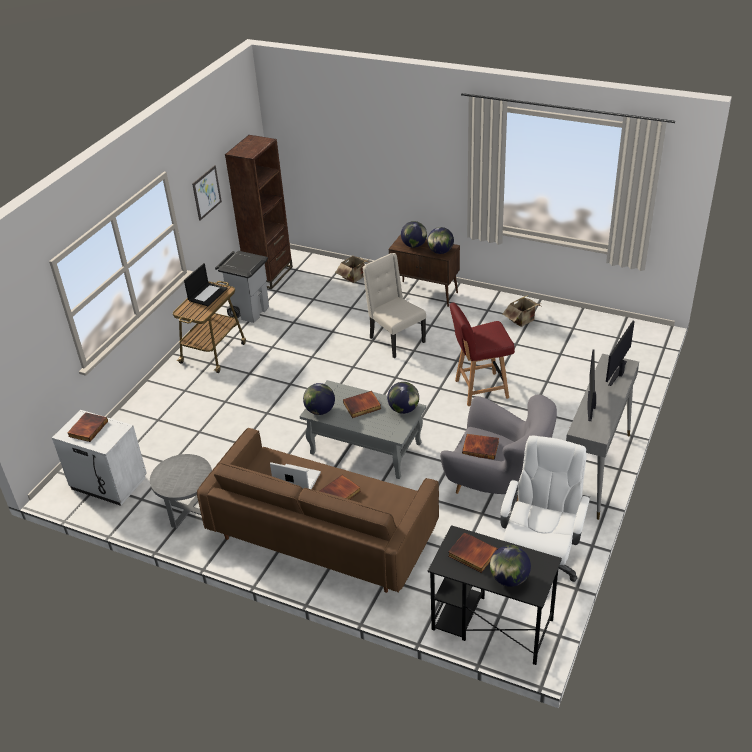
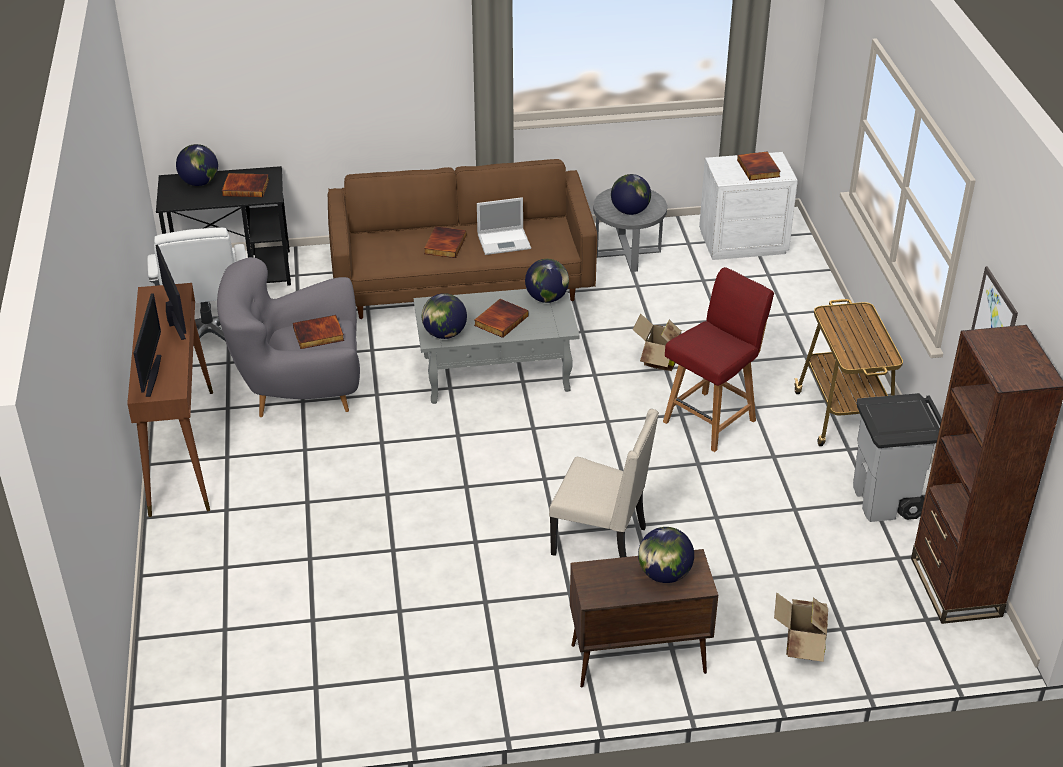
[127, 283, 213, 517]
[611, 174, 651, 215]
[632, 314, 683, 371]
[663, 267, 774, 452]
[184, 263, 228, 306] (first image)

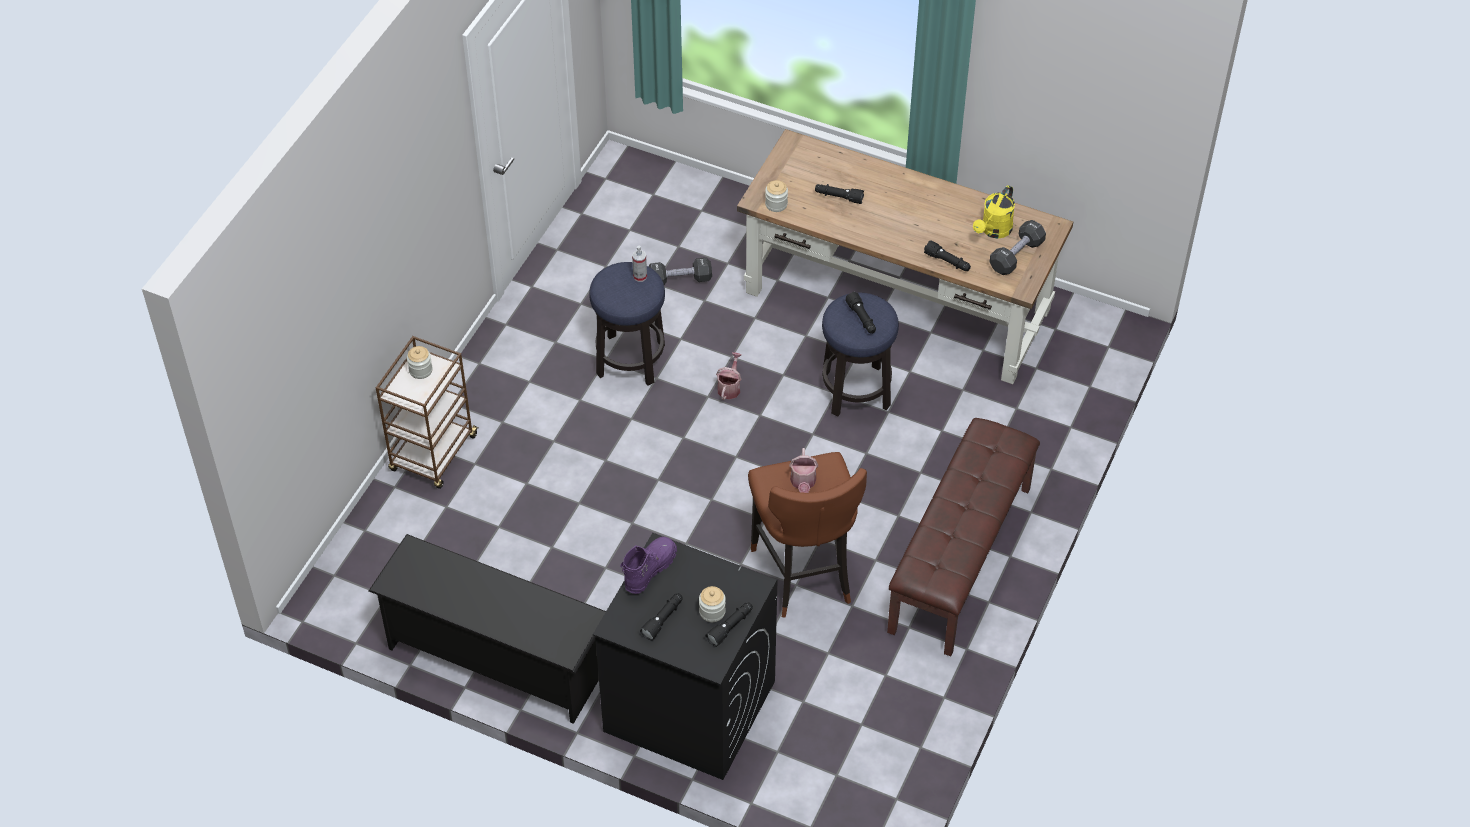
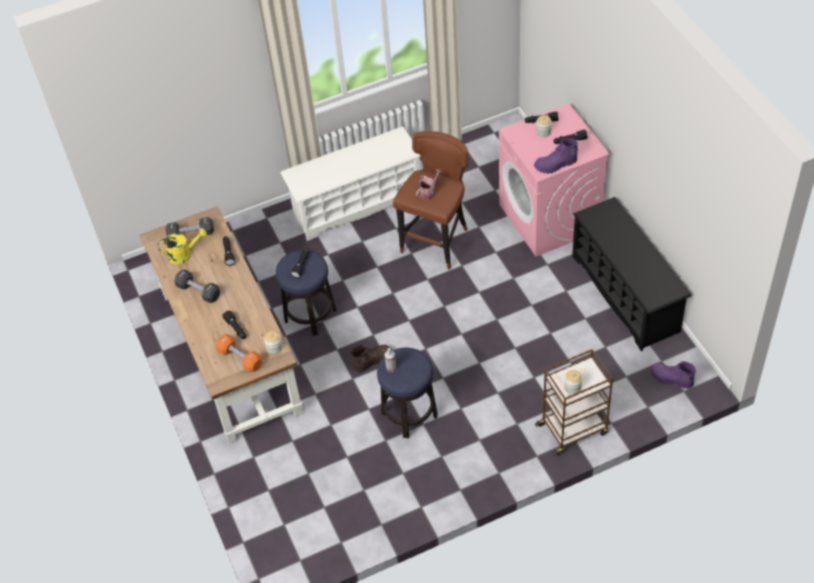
[175, 270, 220, 303]
[216, 334, 262, 372]
[280, 127, 421, 241]
[350, 344, 392, 373]
[499, 103, 610, 257]
[650, 361, 696, 389]

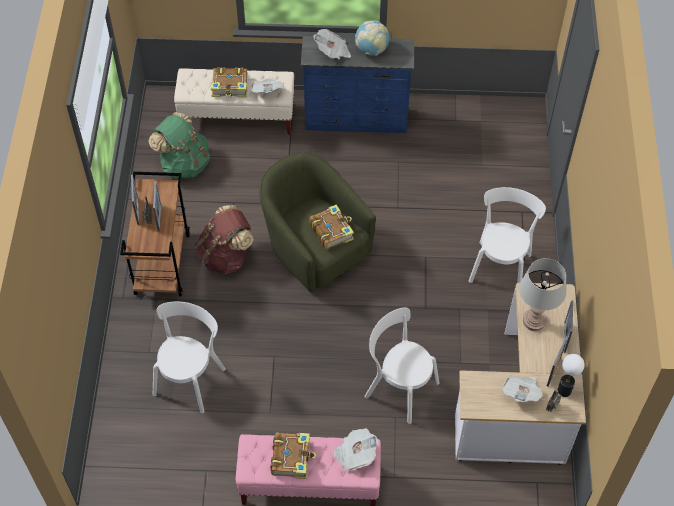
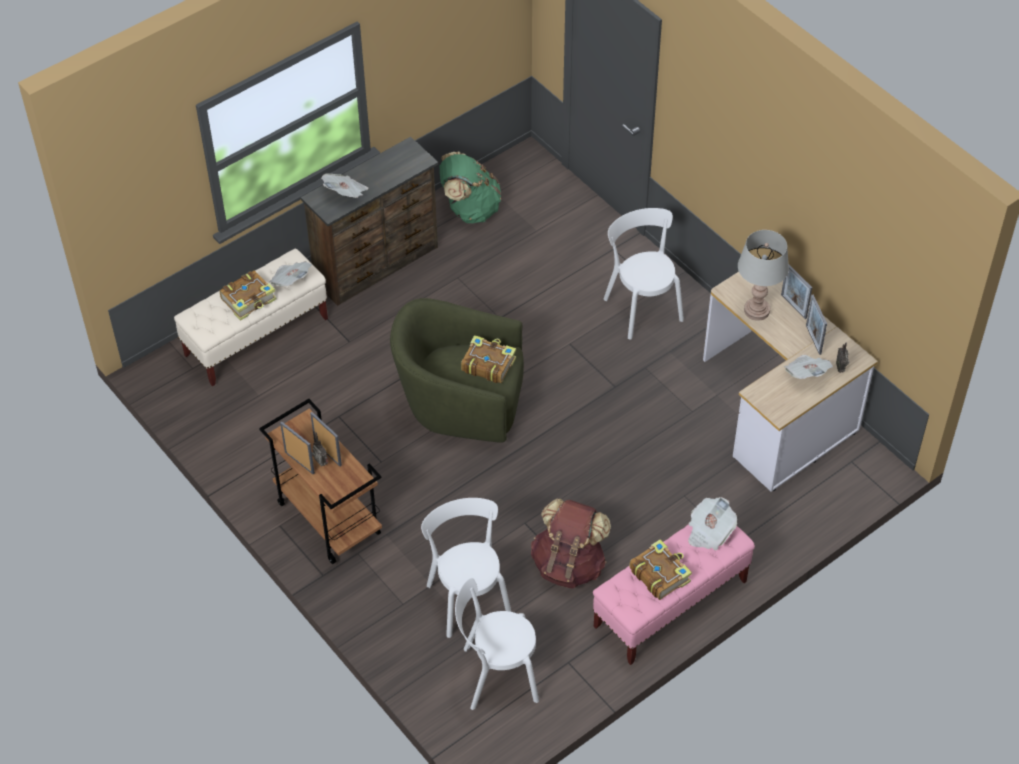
[301, 137, 438, 306]
[440, 152, 501, 223]
[455, 578, 539, 710]
[531, 499, 611, 588]
[355, 21, 389, 56] (first image)
[557, 354, 585, 397] (first image)

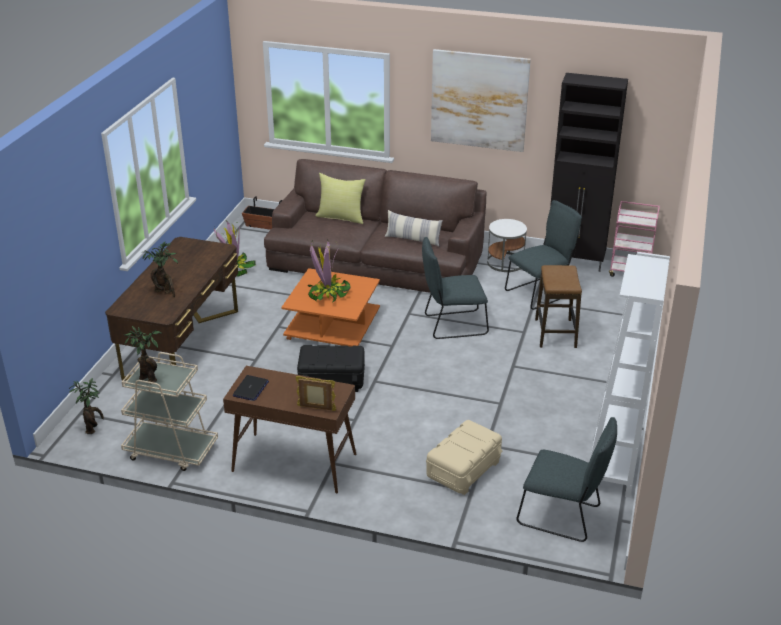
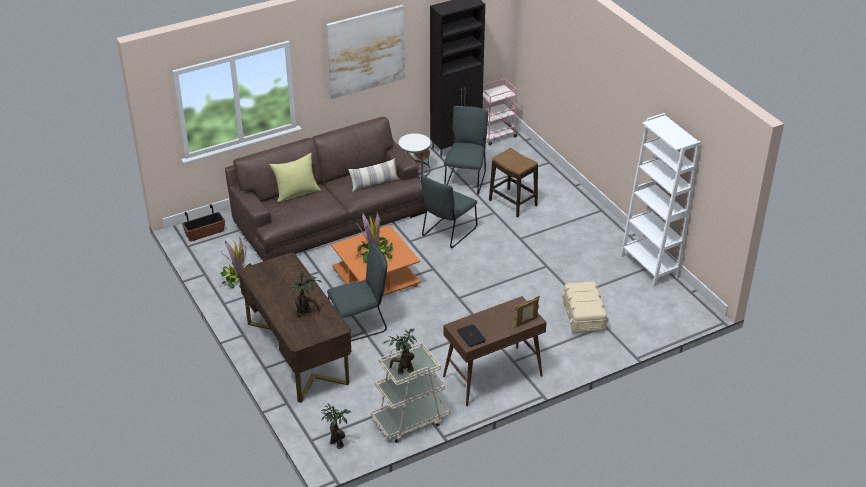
[327, 243, 387, 341]
[297, 345, 365, 392] (first image)

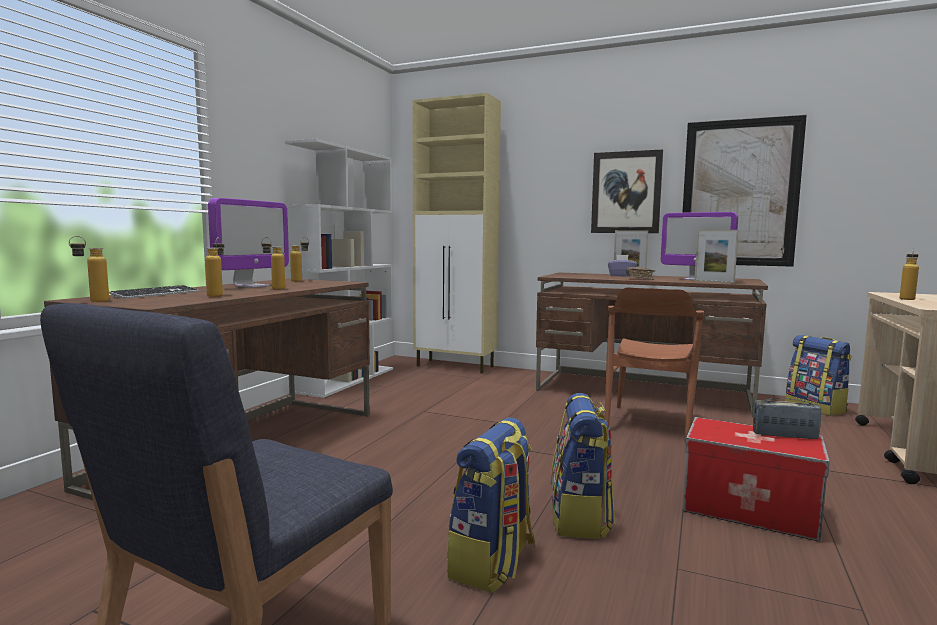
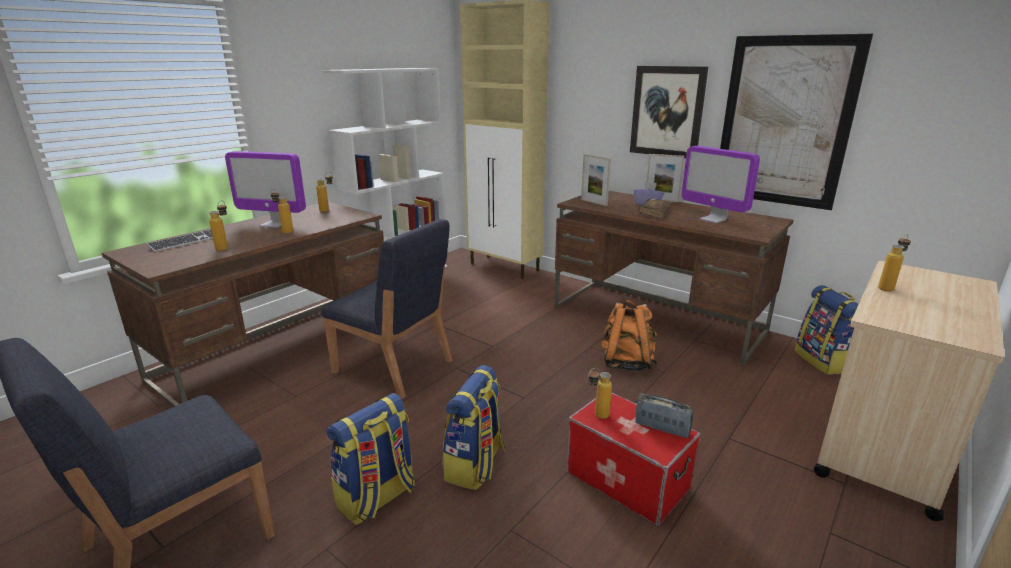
[225, 151, 306, 228]
[322, 219, 452, 399]
[581, 154, 611, 206]
[588, 368, 612, 419]
[601, 300, 657, 371]

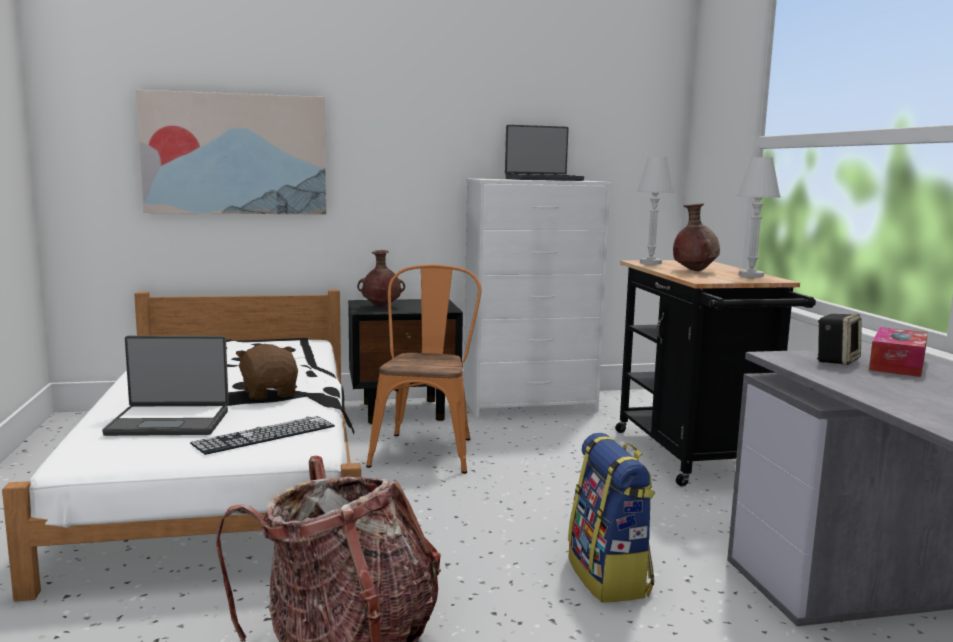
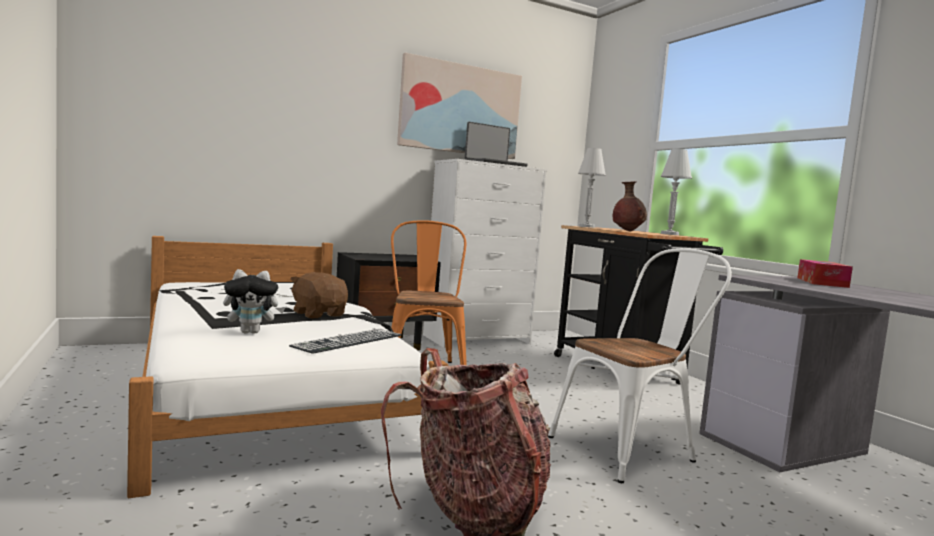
[223, 269, 285, 334]
[397, 53, 522, 159]
[548, 248, 732, 483]
[357, 250, 405, 307] (first image)
[817, 314, 862, 365] (first image)

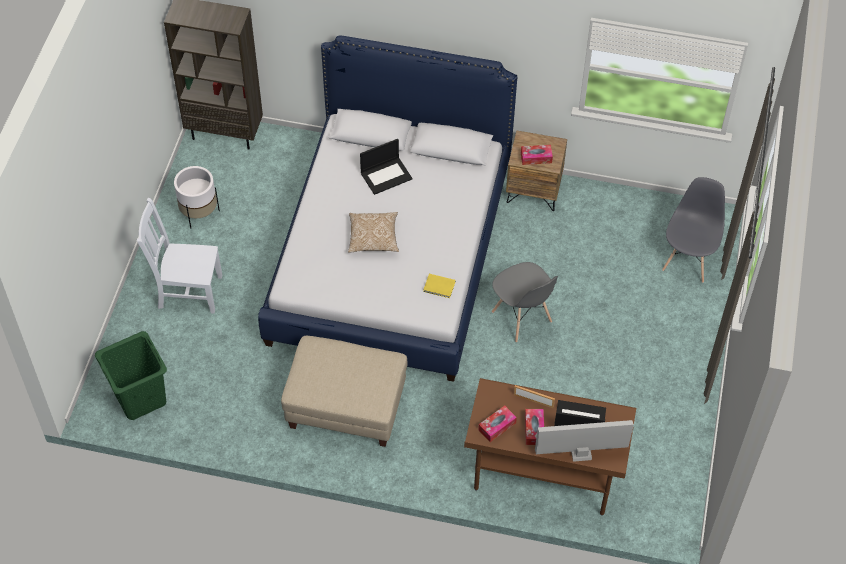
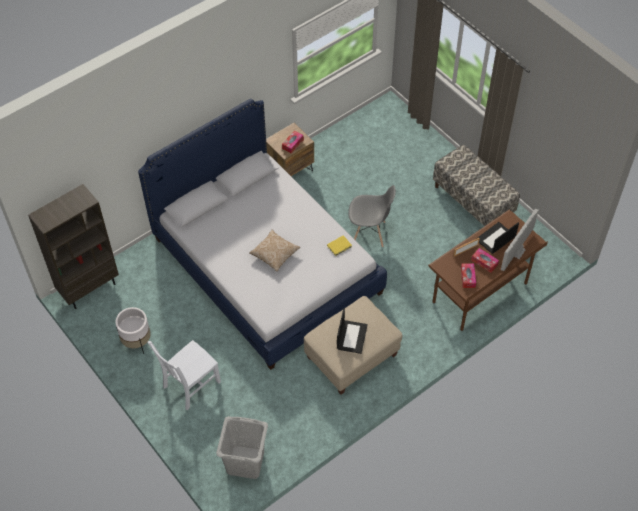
[216, 416, 268, 479]
[337, 308, 368, 354]
[433, 145, 520, 226]
[662, 177, 725, 283] (first image)

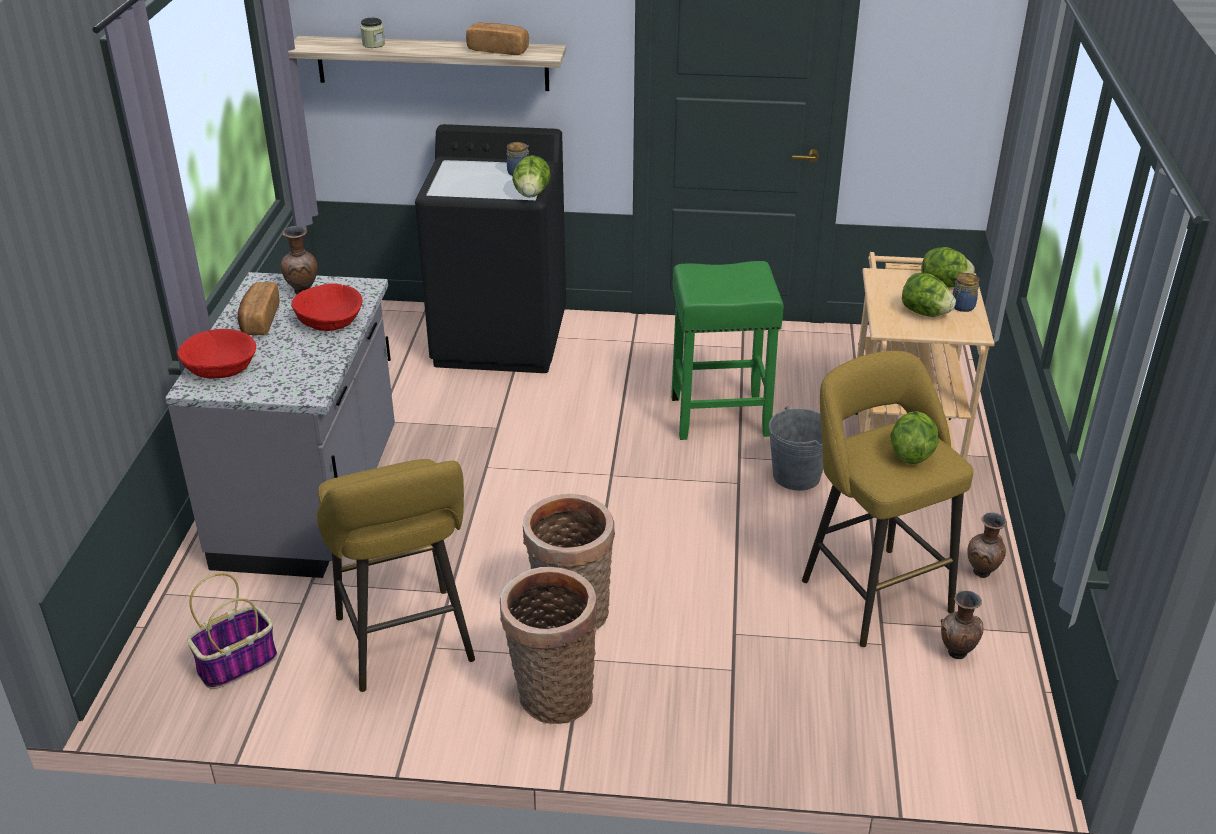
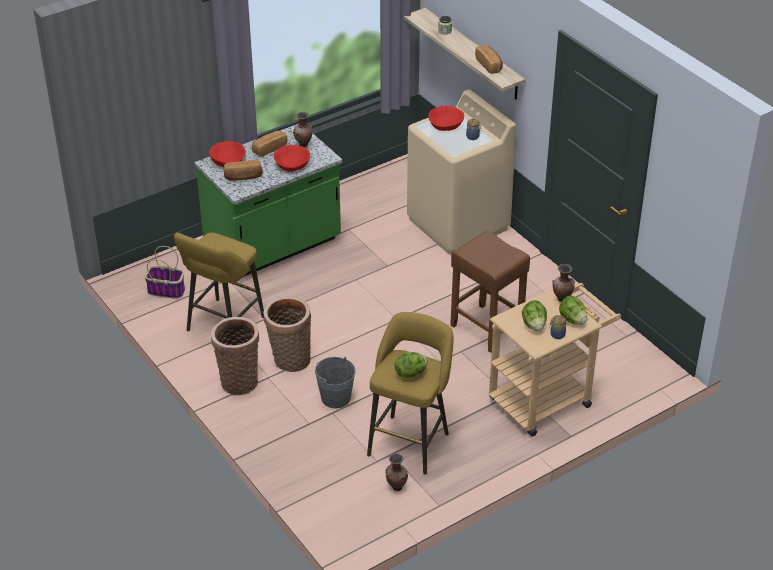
[195, 124, 342, 277]
[224, 160, 263, 181]
[315, 357, 356, 408]
[407, 90, 516, 255]
[428, 106, 464, 131]
[450, 230, 530, 353]
[552, 264, 575, 302]
[512, 155, 551, 198] (first image)

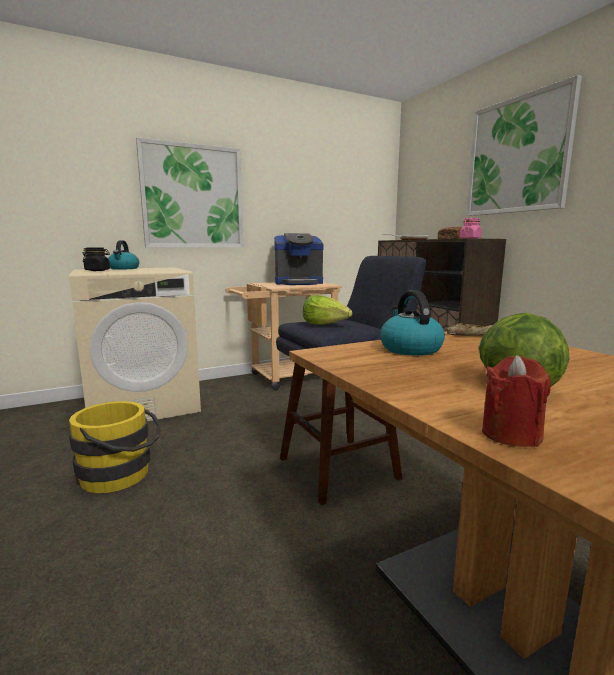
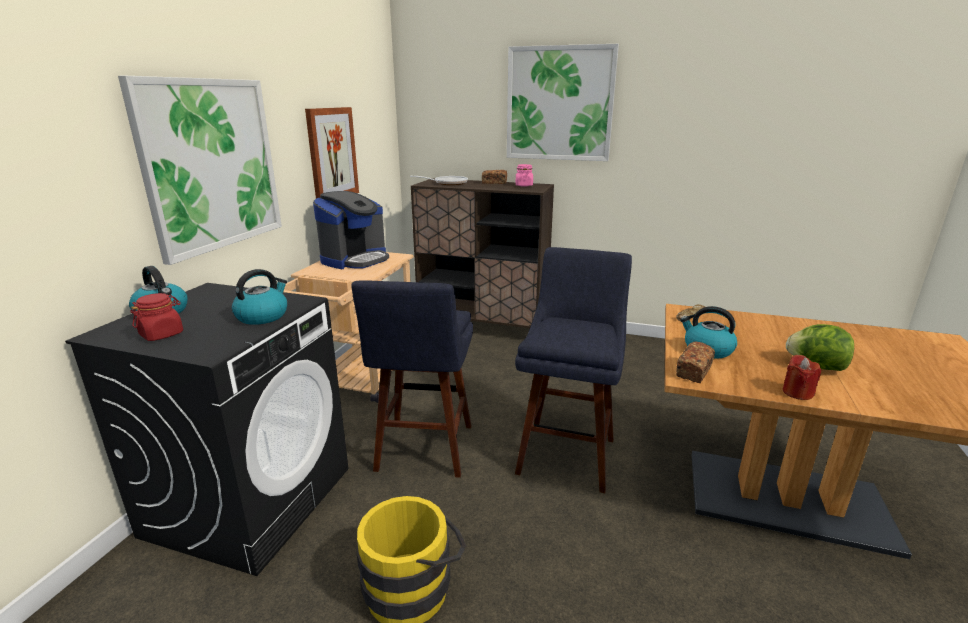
[65, 283, 348, 576]
[130, 293, 183, 341]
[232, 269, 287, 325]
[305, 107, 359, 198]
[351, 280, 473, 478]
[676, 342, 715, 383]
[783, 355, 821, 400]
[303, 295, 352, 325] (first image)

